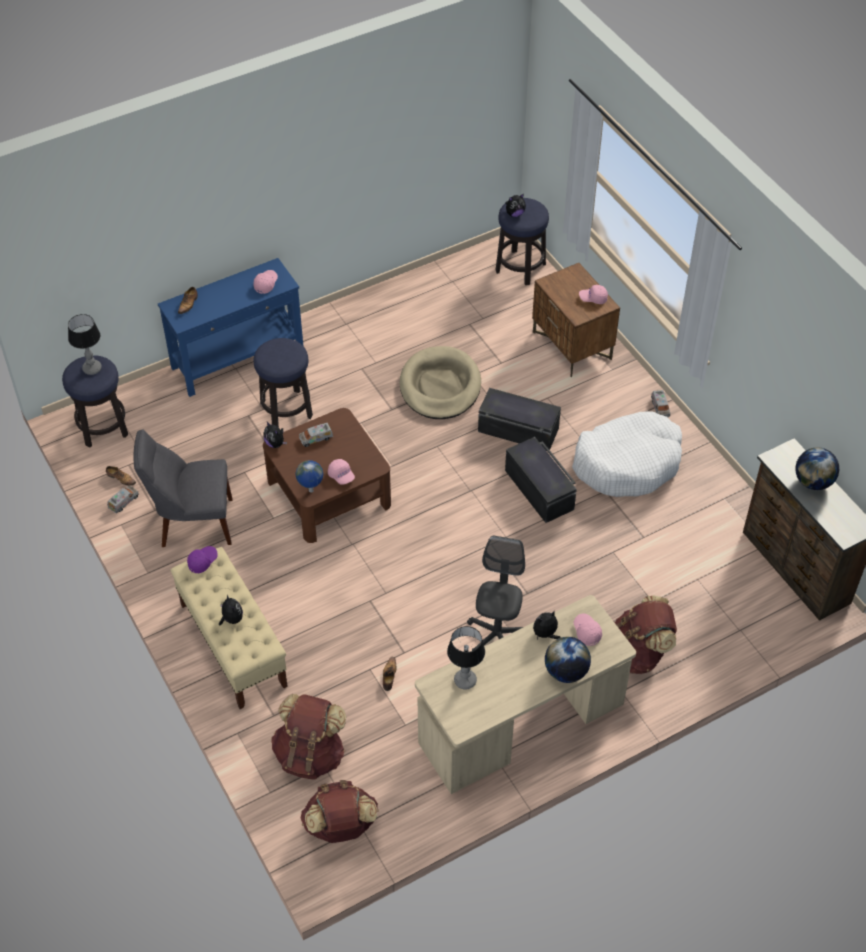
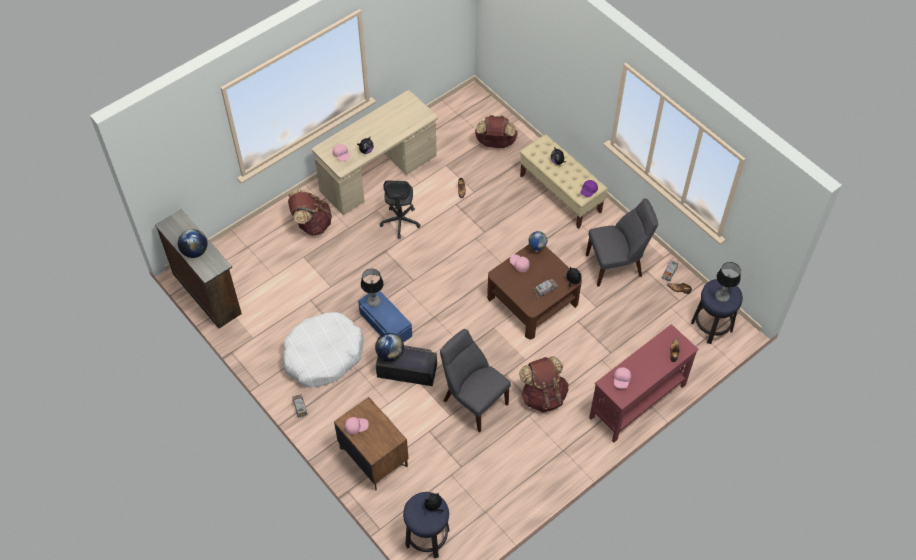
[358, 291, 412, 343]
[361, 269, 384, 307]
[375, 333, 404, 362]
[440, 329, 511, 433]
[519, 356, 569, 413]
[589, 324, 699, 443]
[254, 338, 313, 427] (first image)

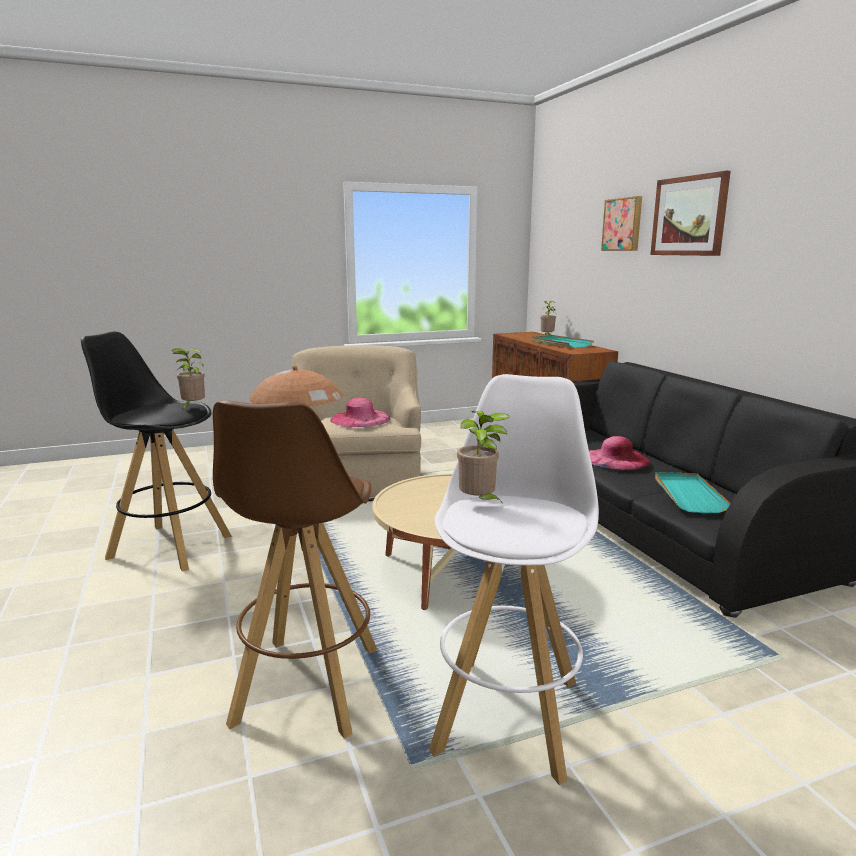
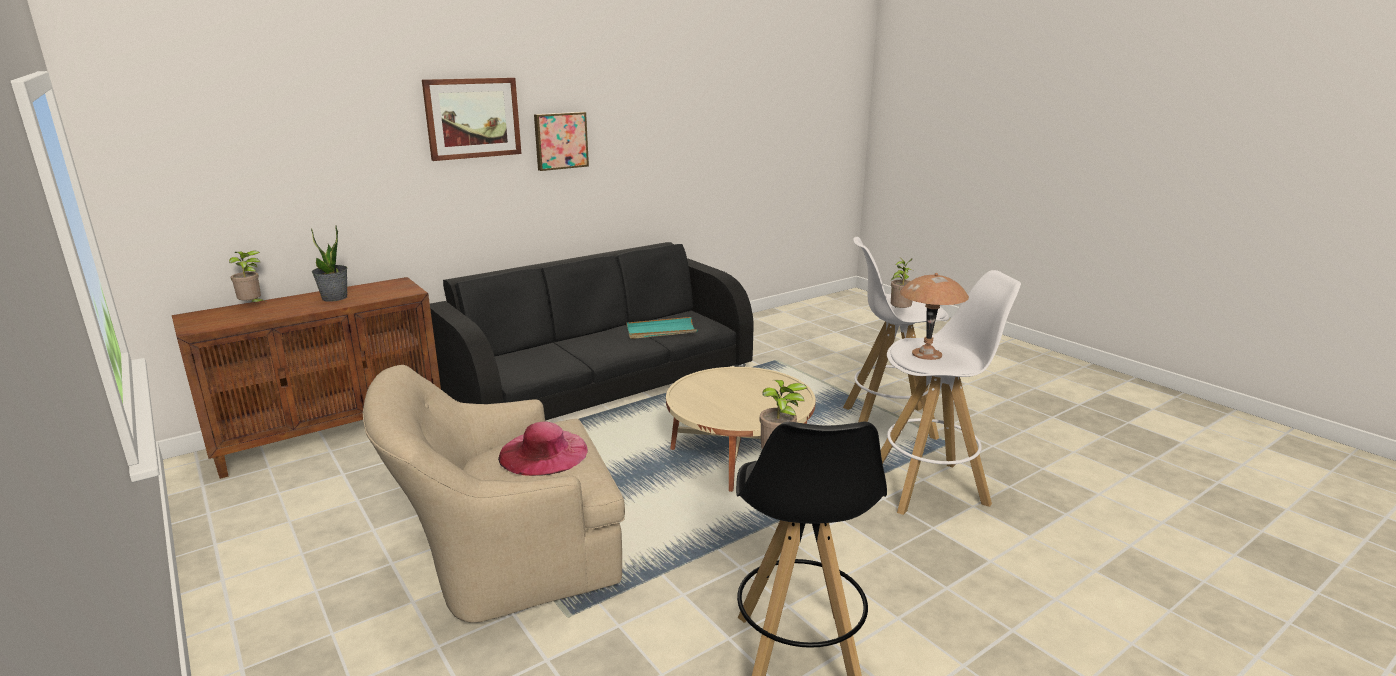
[311, 225, 348, 302]
[534, 112, 589, 171]
[881, 270, 1021, 515]
[589, 436, 651, 470] (first image)

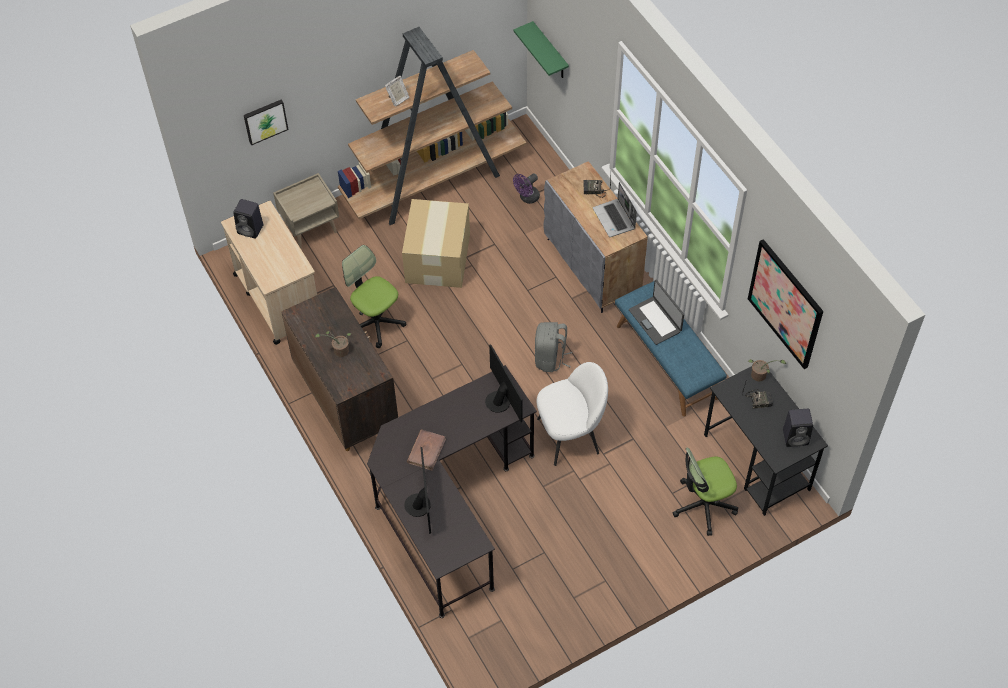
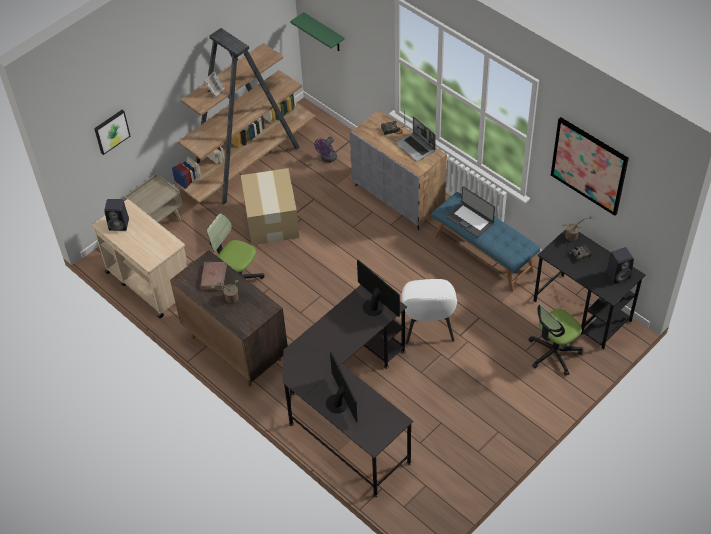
[200, 262, 227, 290]
[401, 279, 457, 344]
[535, 322, 572, 372] (first image)

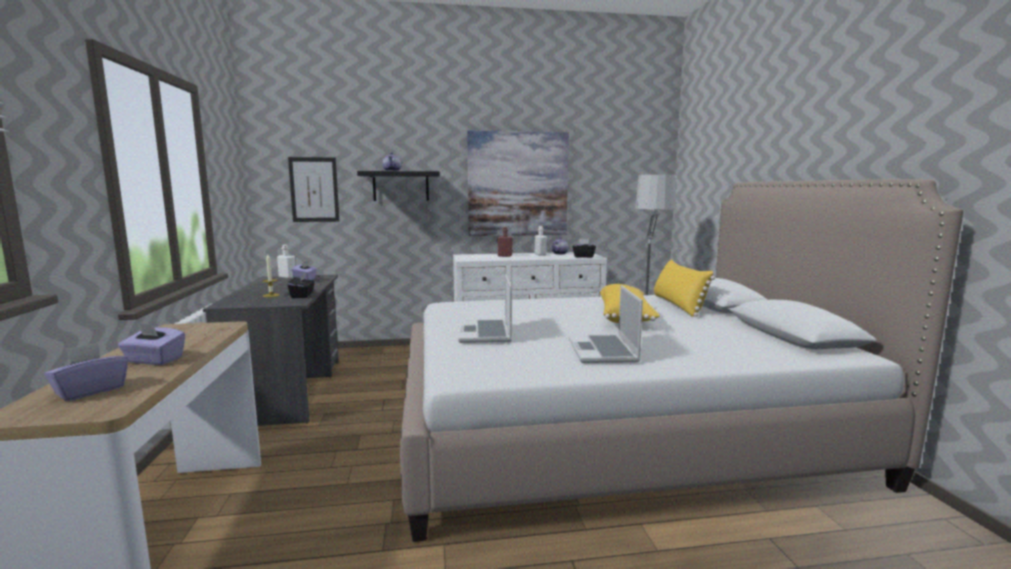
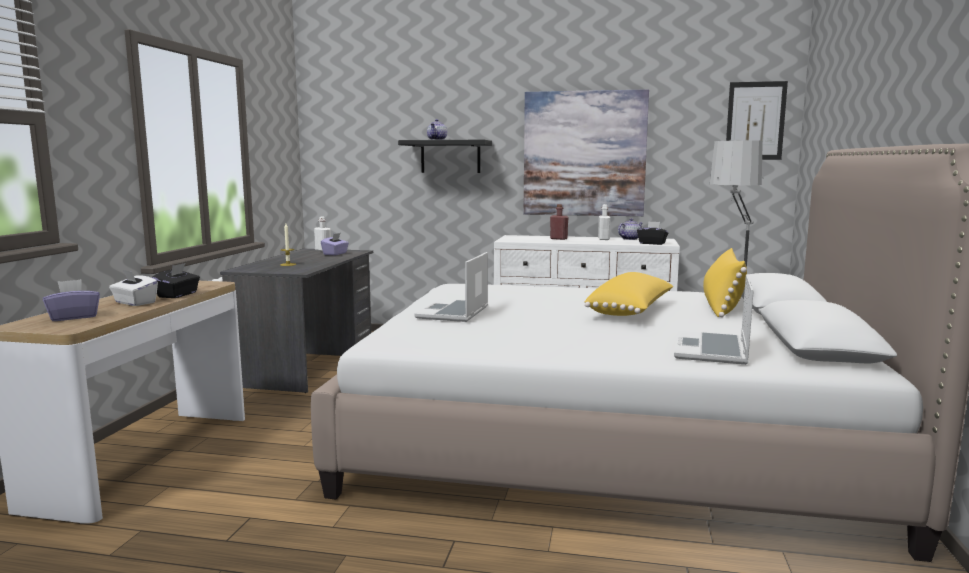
[109, 270, 158, 306]
[152, 263, 200, 298]
[674, 275, 754, 365]
[726, 81, 788, 160]

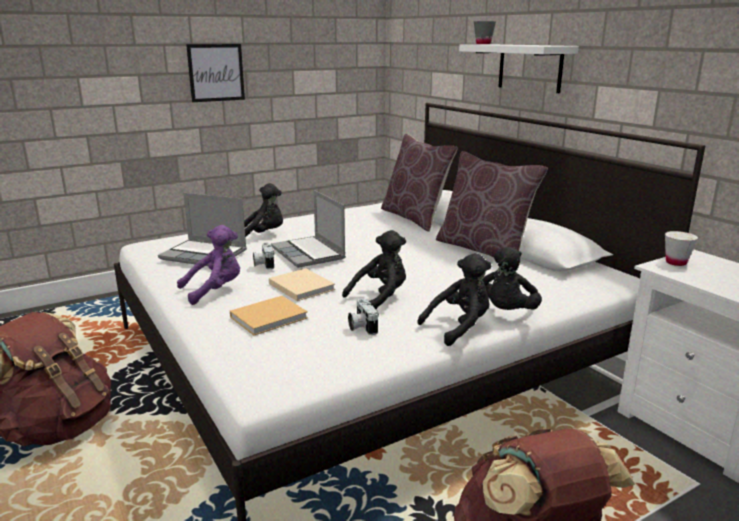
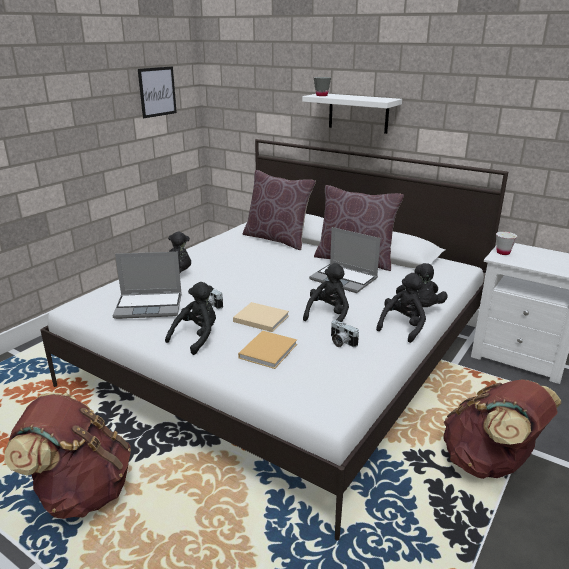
[138, 66, 177, 118]
[165, 282, 216, 355]
[309, 227, 380, 293]

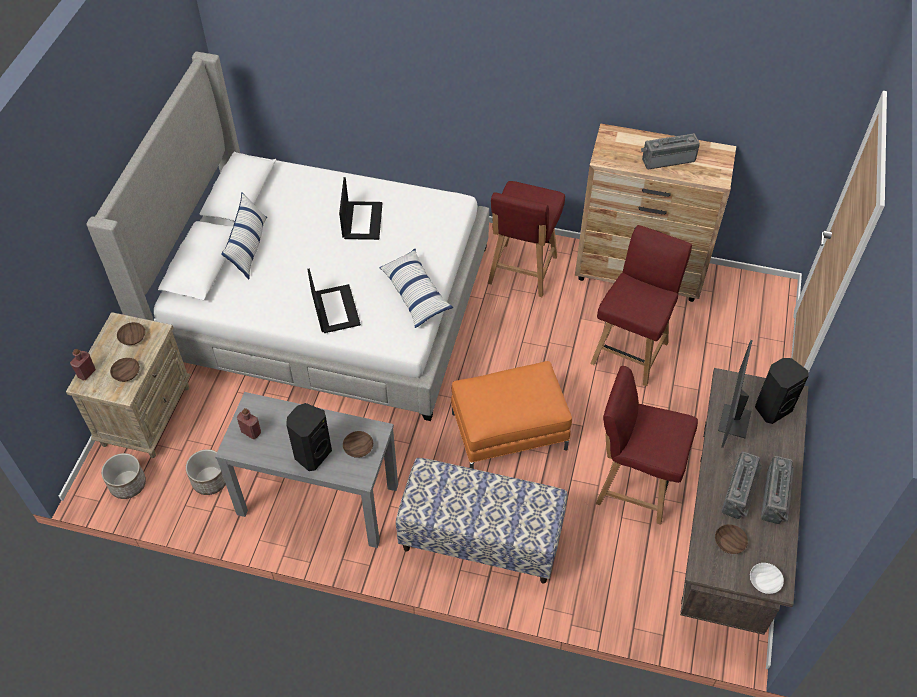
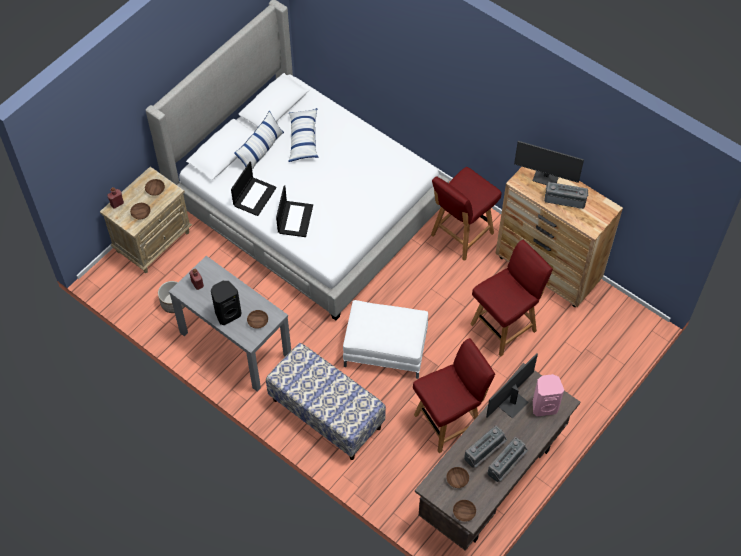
[231, 162, 277, 216]
[288, 108, 318, 162]
[343, 300, 428, 379]
[413, 338, 495, 453]
[453, 500, 476, 522]
[514, 141, 584, 185]
[533, 374, 564, 417]
[101, 453, 146, 499] (first image)

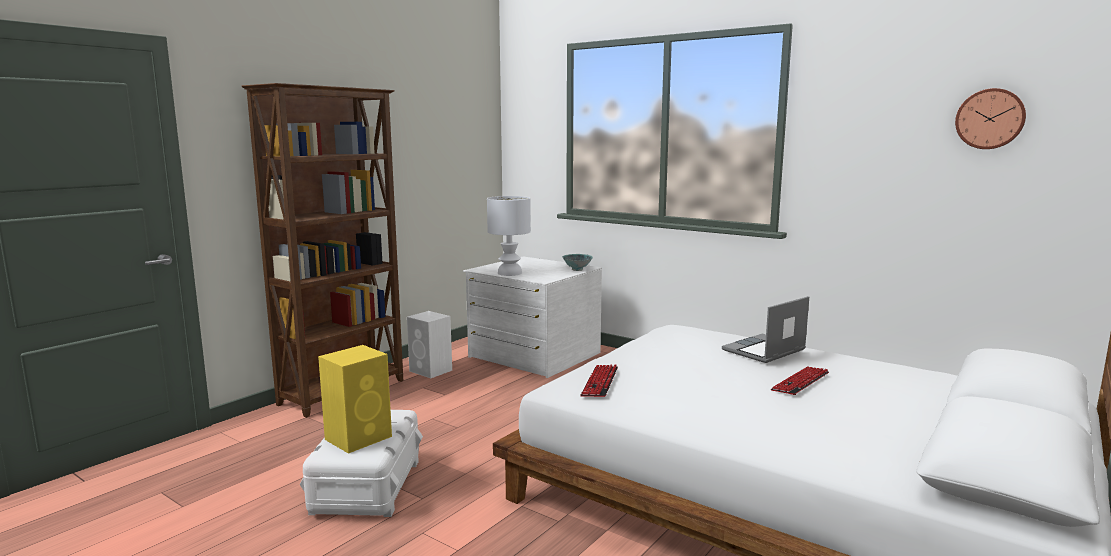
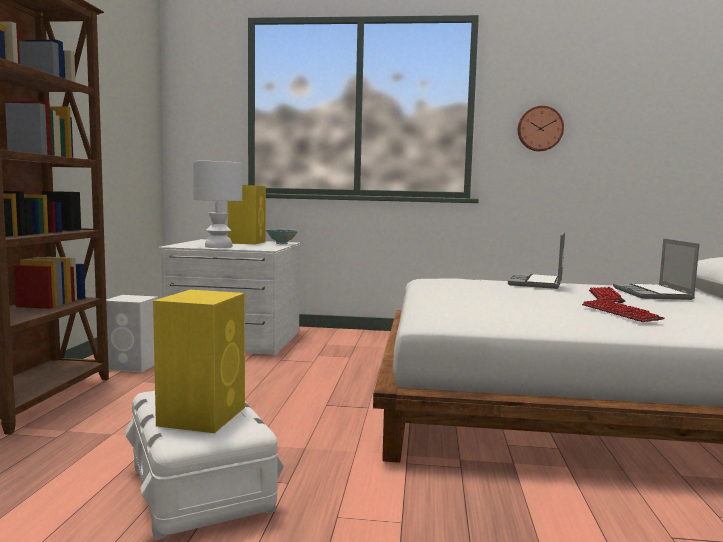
[228, 185, 266, 244]
[518, 106, 564, 151]
[582, 299, 665, 322]
[613, 239, 699, 300]

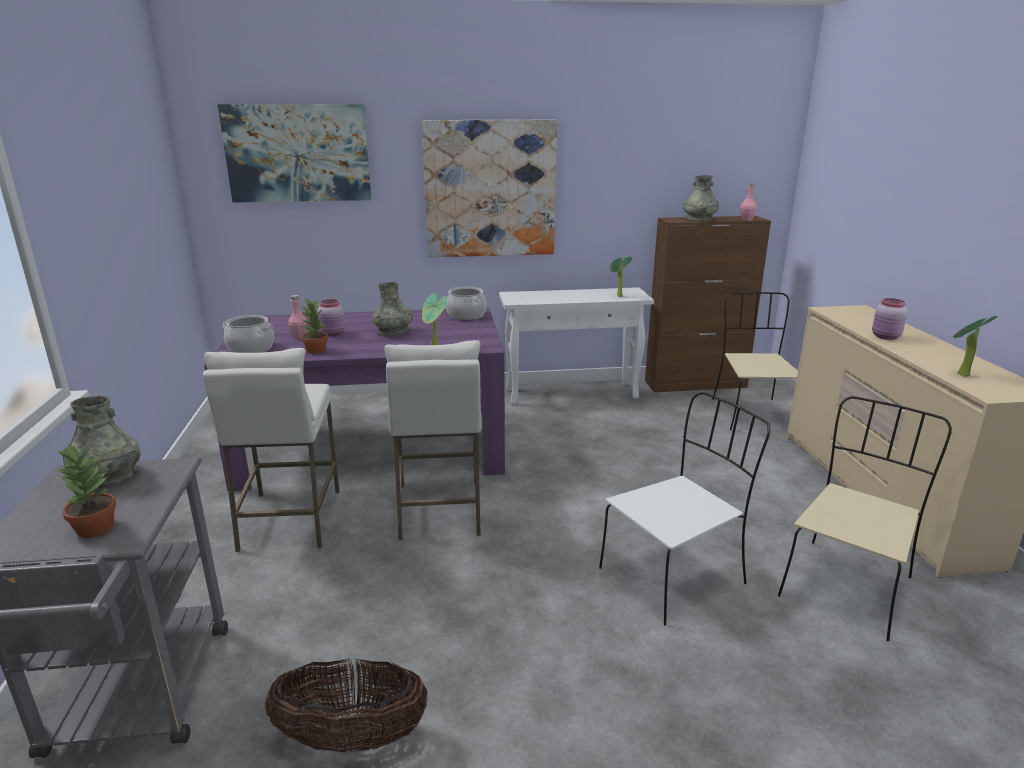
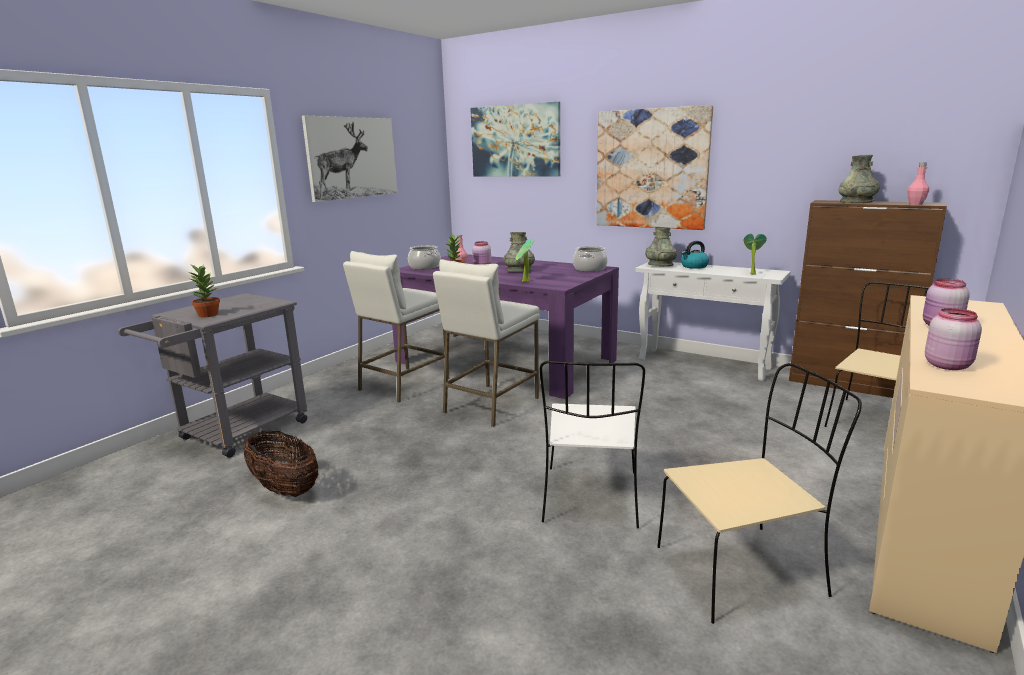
[302, 116, 397, 202]
[540, 361, 645, 528]
[645, 227, 677, 266]
[681, 241, 709, 269]
[925, 308, 982, 370]

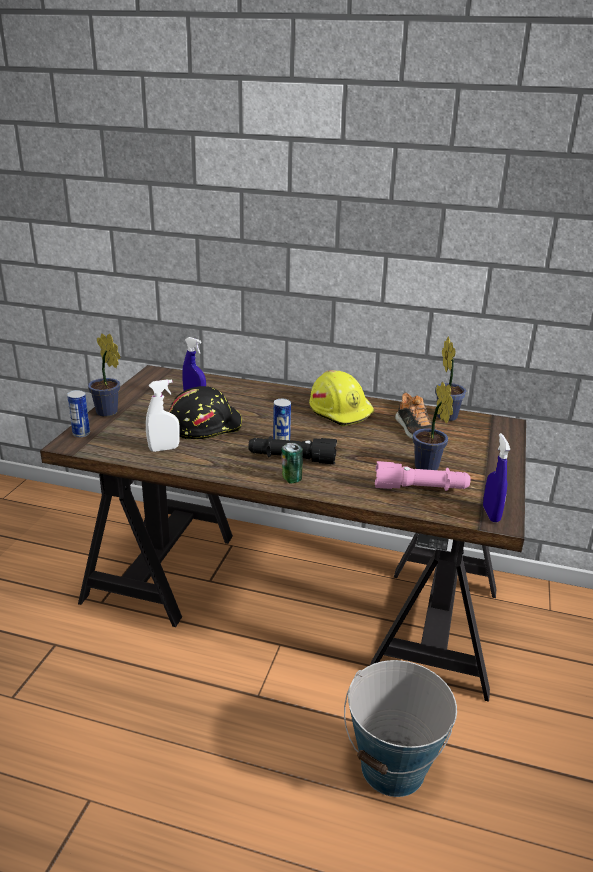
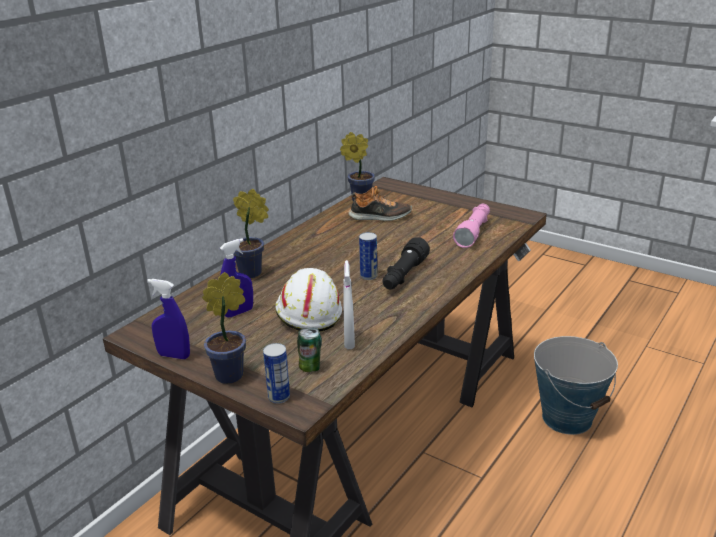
[147, 279, 190, 359]
[233, 189, 269, 278]
[275, 268, 342, 332]
[297, 328, 322, 372]
[309, 370, 375, 426] (first image)

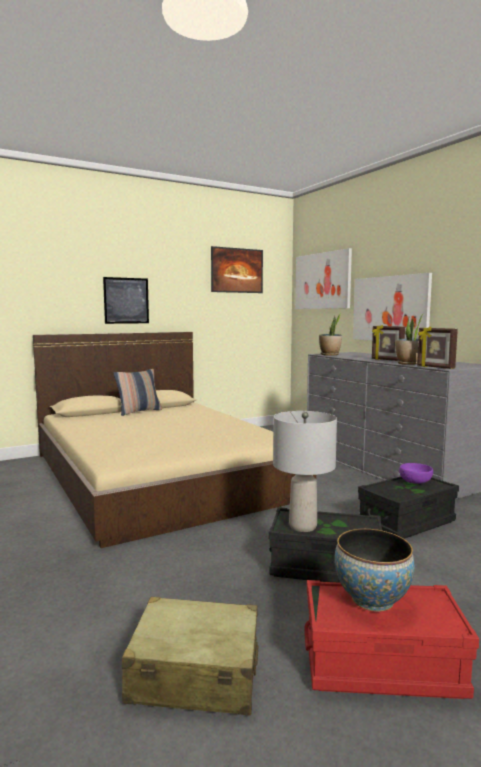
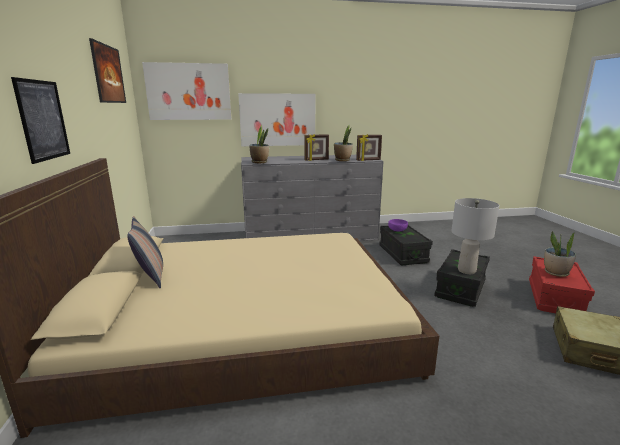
[544, 231, 576, 277]

